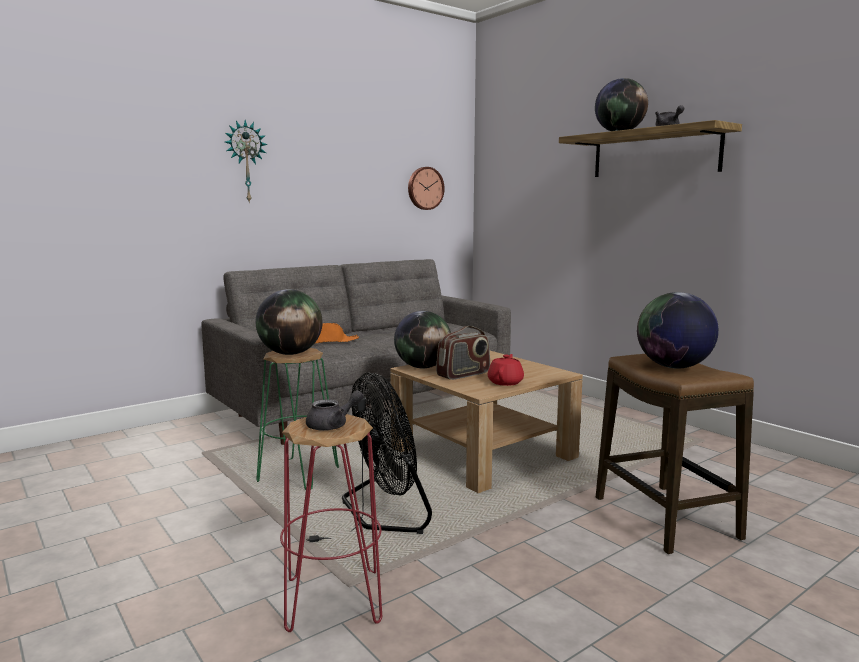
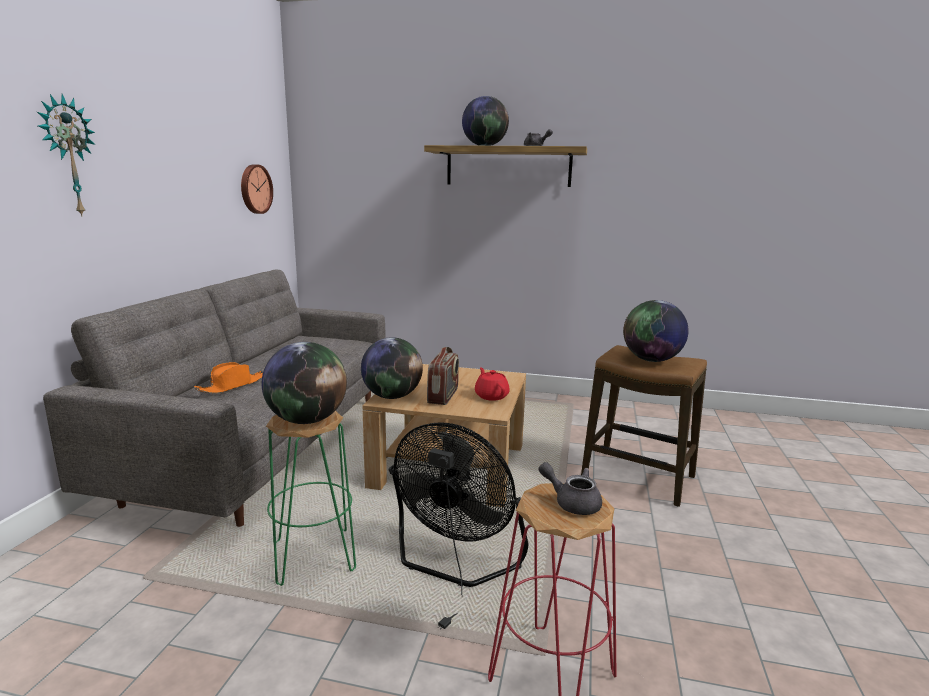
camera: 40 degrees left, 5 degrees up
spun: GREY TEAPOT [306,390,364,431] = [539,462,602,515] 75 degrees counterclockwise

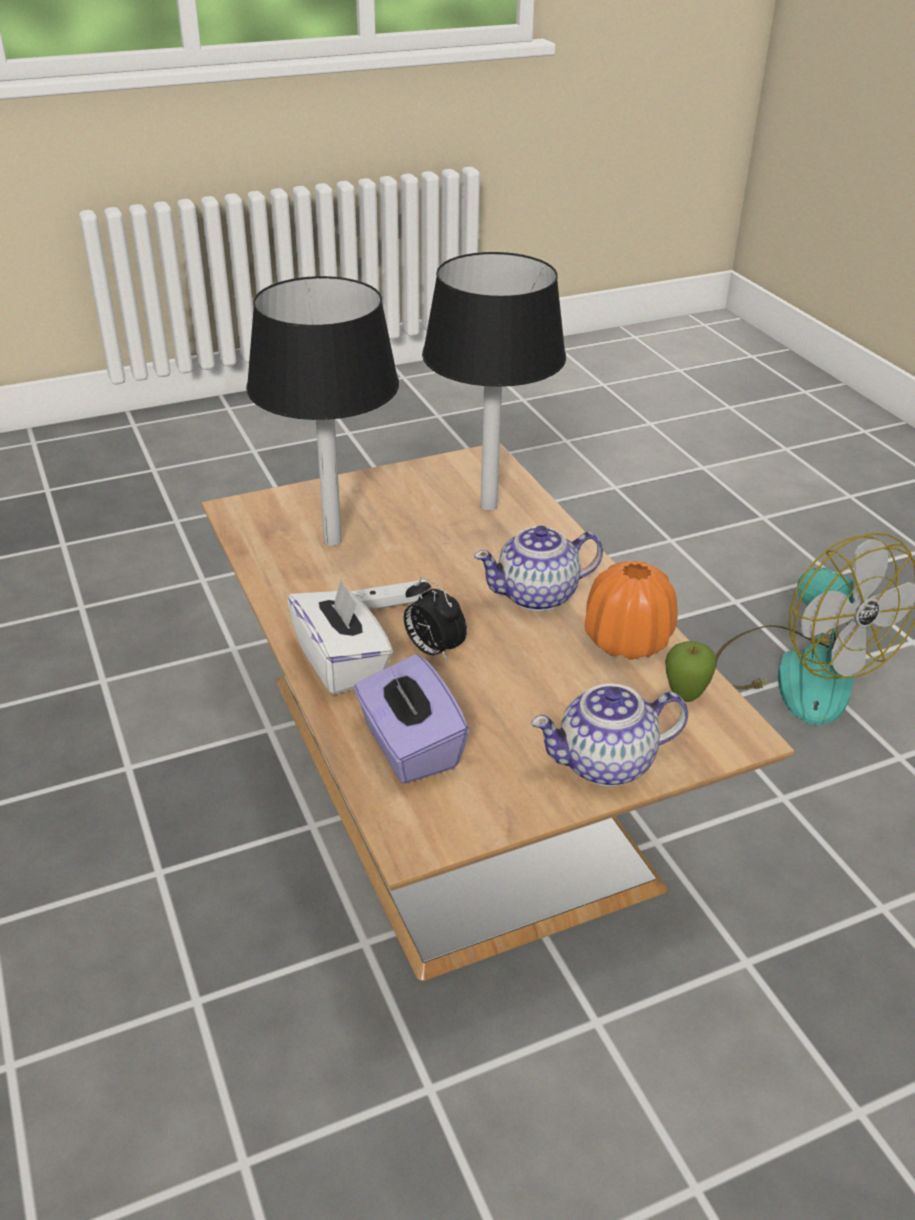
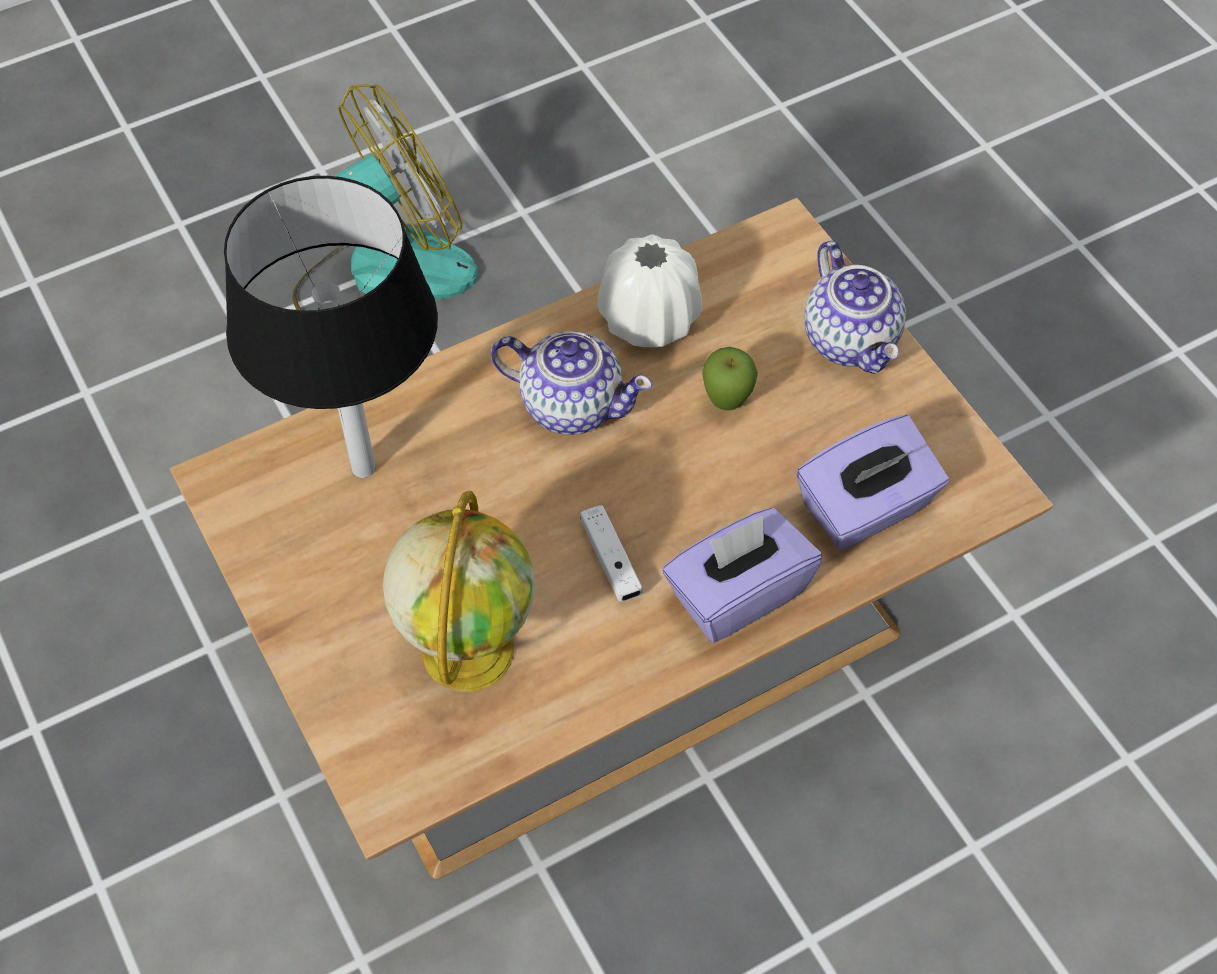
camera: 95 degrees left, 20 degrees up
missing: TABLE CLOCK [404,577,467,662]
relocated: APPLE FRUIT [665,641,717,702] to [702,347,758,411]
exchanged: BLACK-COLOURED TABLE LAMP [246,276,399,546] to GLOBE [383,491,535,692]
colour: ORANGE-COLOURED FLOWER VASE [585,561,678,660] to WHITE-COLOURED FLOWER VASE [598,234,702,347]; WHITE-COLOURED TISSUE HOLDER [287,578,393,695] to PURPLE-COLOURED TISSUE HOLDER [663,508,822,643]
spun: TEAPOT [474,526,603,611] = [491,331,652,435] 45 degrees counterclockwise

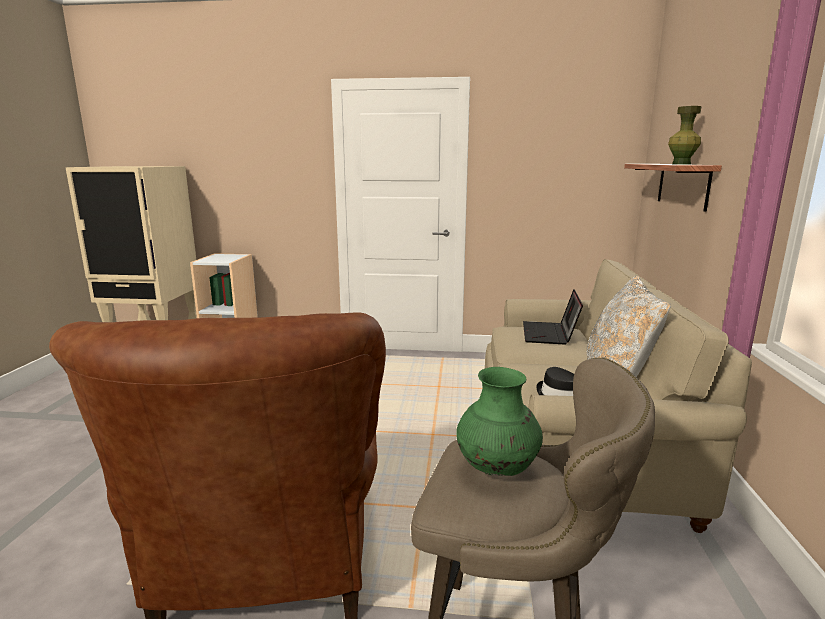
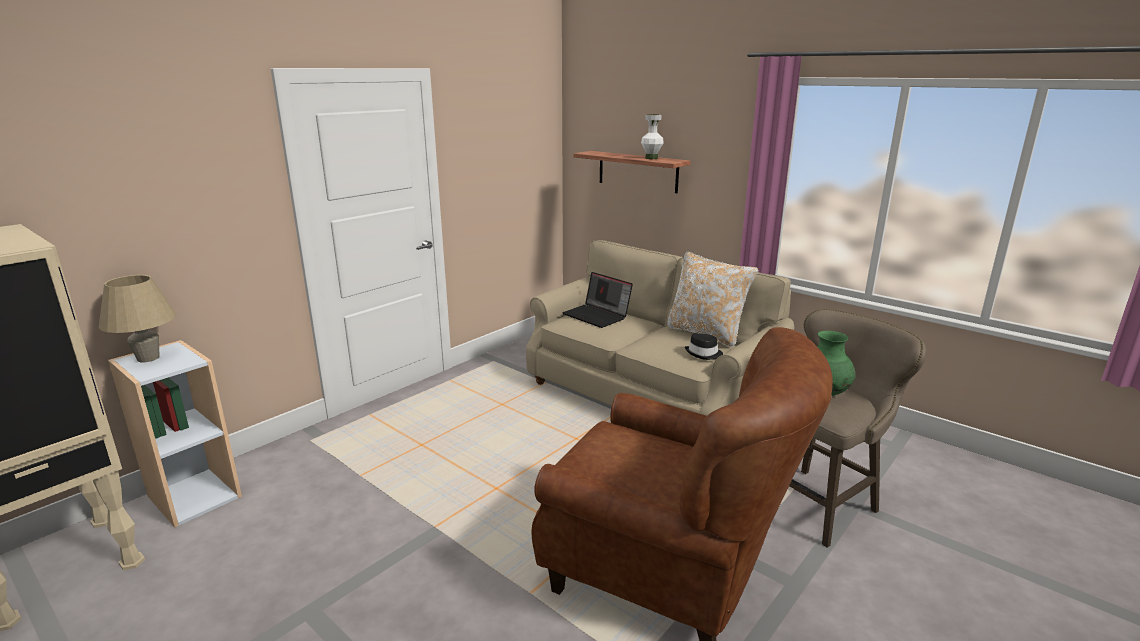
camera: 55 degrees left, 5 degrees up
appeared: SAND-COLOURED TABLE LAMP [99,275,176,362]
colour: GREENISH FLOWER VASE [668,106,701,164] to WHITE-COLOURED FLOWER VASE [641,114,664,159]

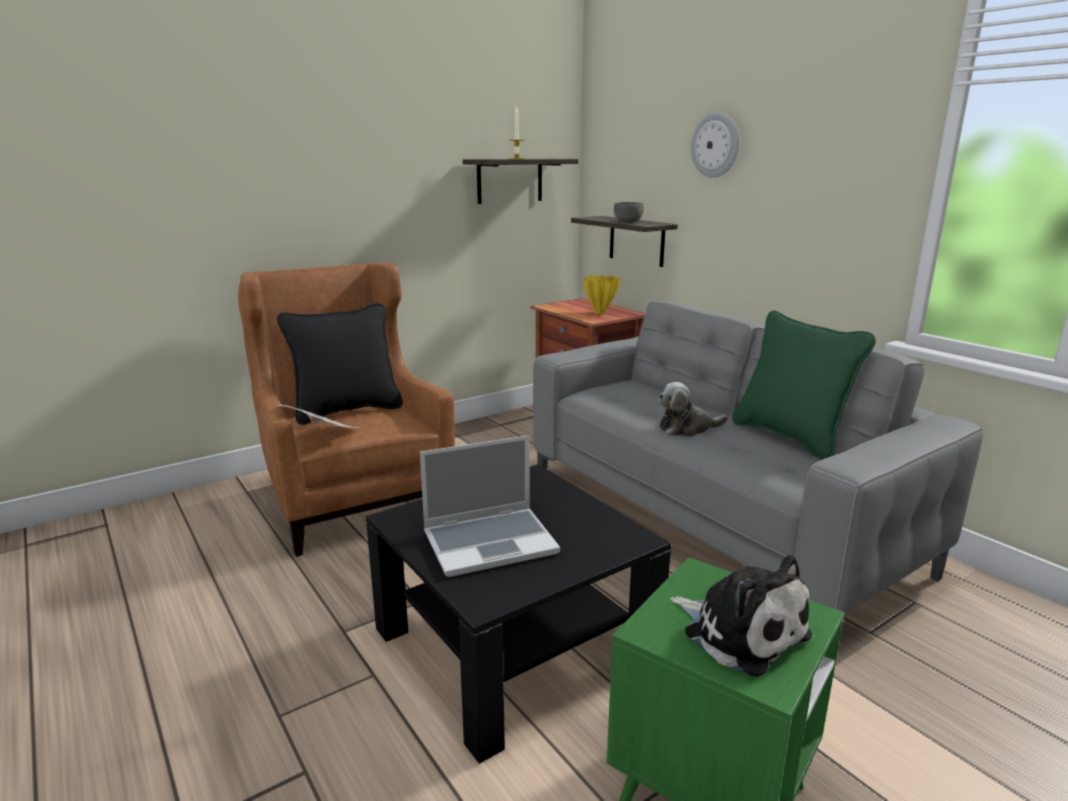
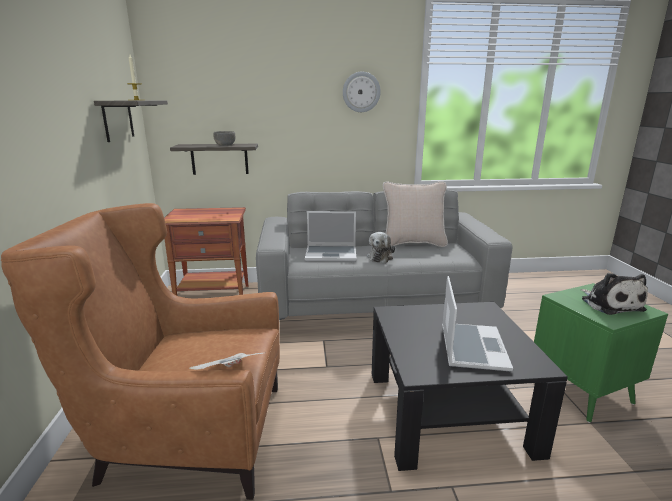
camera: 60 degrees left, 0 degrees up
missing: YELLOW FLOWER VASE [583,275,621,314]; BLACK-COLOURED PILLOW [277,303,403,425]
appeared: LAPTOP [305,211,357,261]
relocated: CLOCK ON THE WALL [691,113,739,178] to [343,72,381,112]
colour: GREENISH PILLOW [732,311,876,460] to SAND-COLOURED PILLOW [383,181,448,247]
spun: SOFT TOY [670,555,812,677] = [580,273,648,315] 90 degrees clockwise

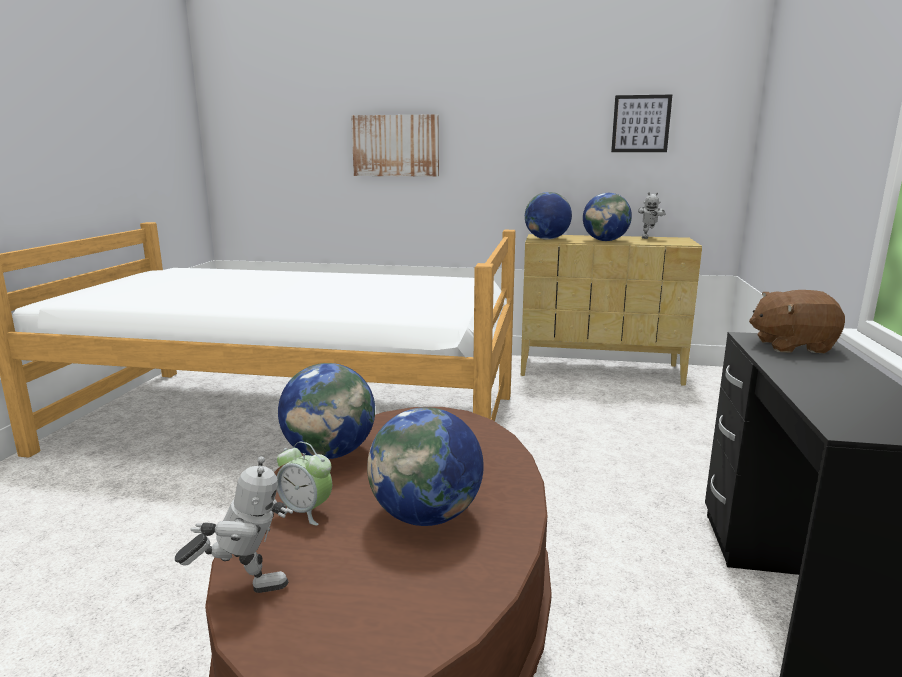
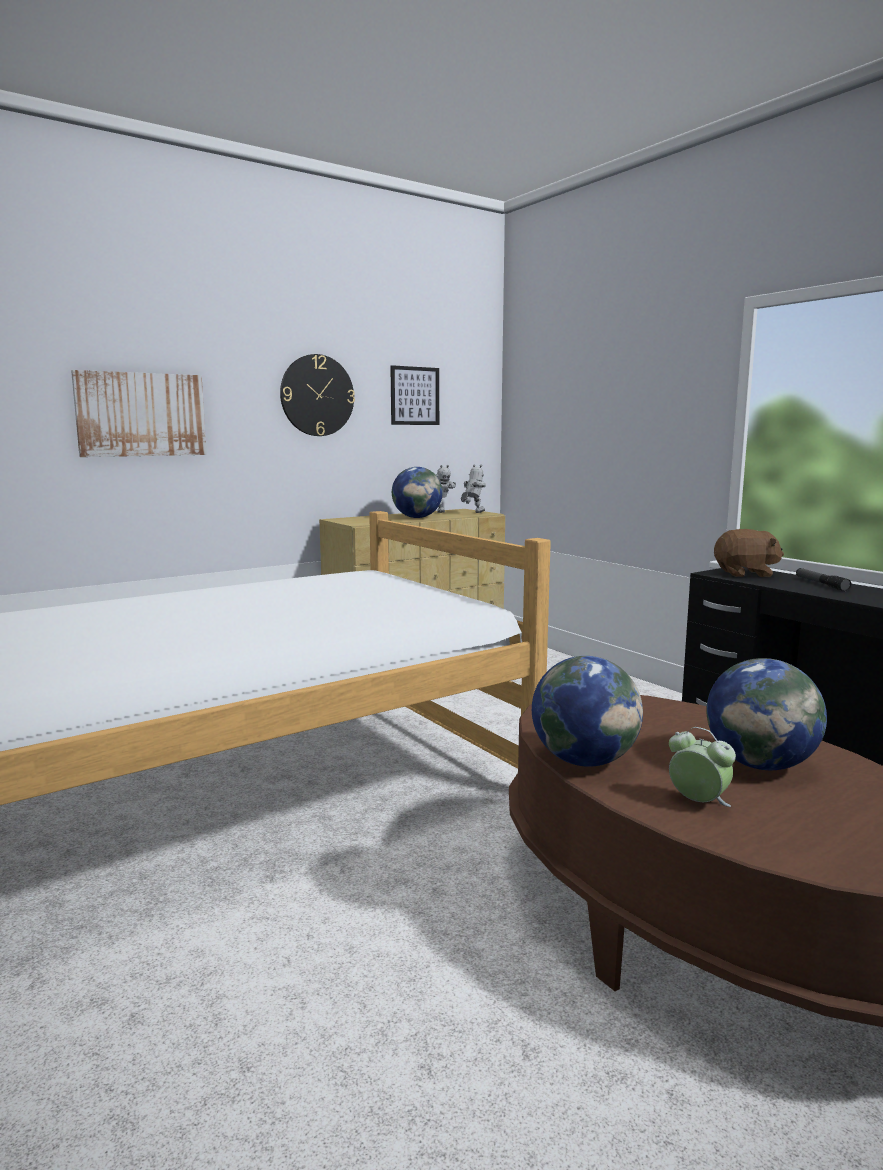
camera: 45 degrees left, 5 degrees down
missing: GLOBE [525,192,572,240]
appeared: CLOCK ON THE WALL [280,354,355,436]; HAND TORCH [796,568,851,591]
relocated: MODEL ROBOT [175,456,293,593] to [461,464,486,513]
spun: BROWN SOFT TOY [749,290,845,353] = [714,529,784,577] 135 degrees counterclockwise; TABLE CLOCK [277,442,332,526] = [669,727,736,807] 120 degrees counterclockwise

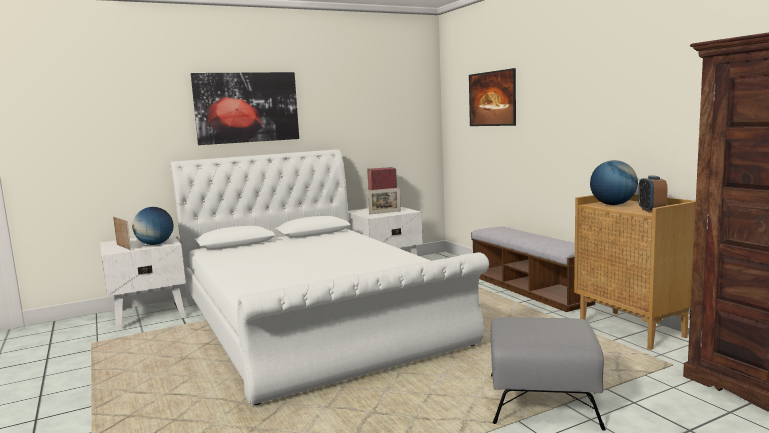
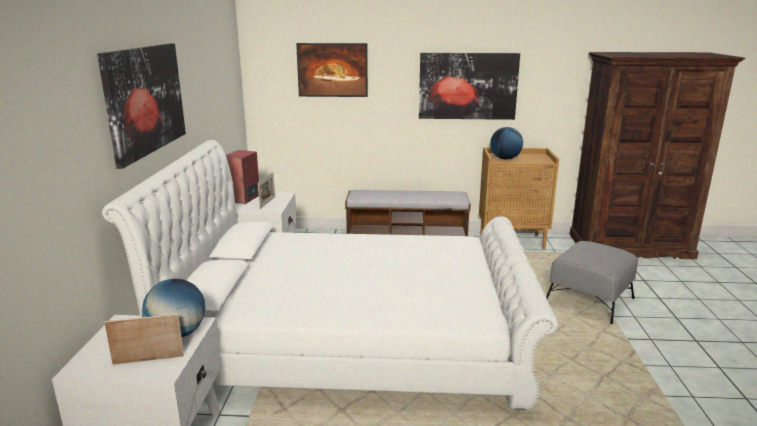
camera: 60 degrees left, 10 degrees up
missing: TABLE CLOCK [638,175,667,213]
appeared: PICTURE [419,53,520,120]

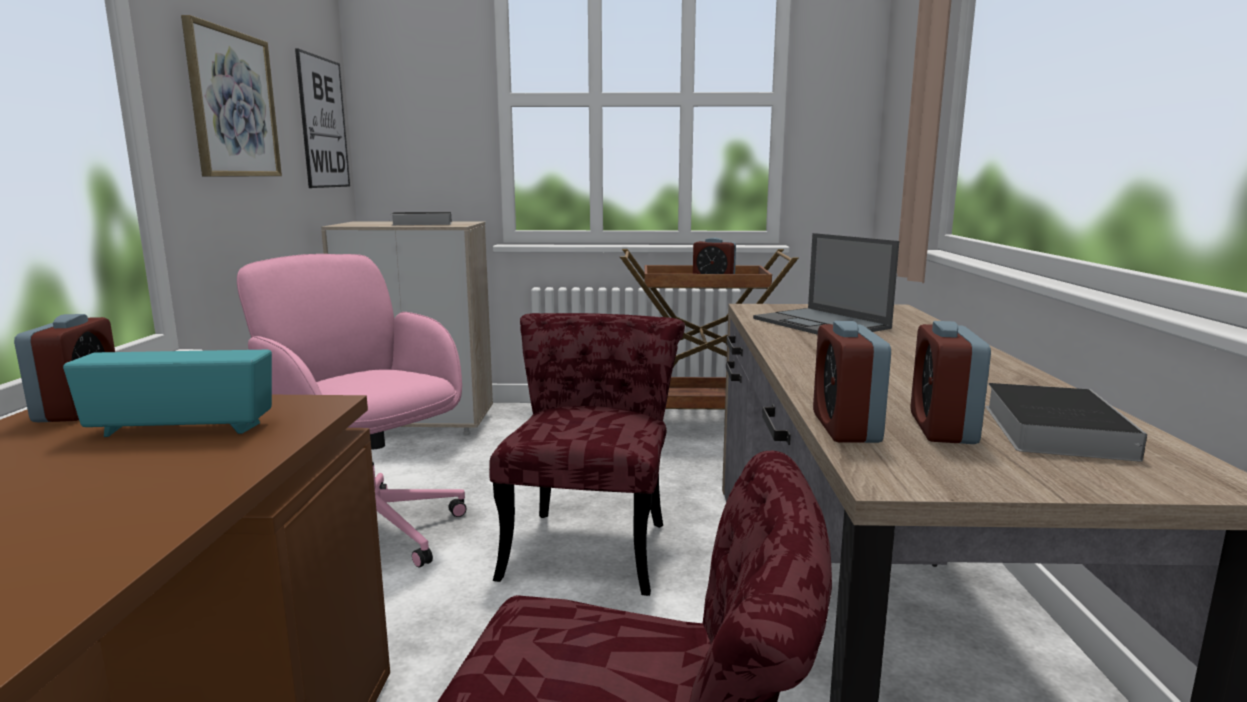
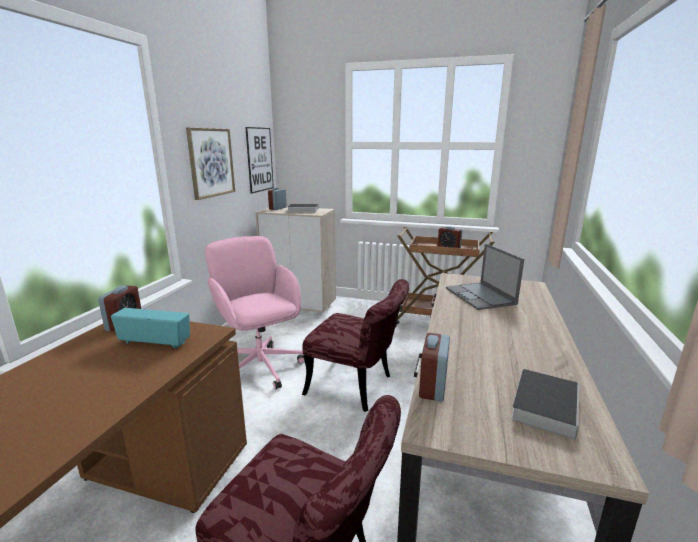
camera: 15 degrees right, 5 degrees up
relocated: TABLE CLOCK [910,321,991,444] to [268,187,287,210]
spun: REDDISH UPRIGHT CHAIR [489,313,685,596] = [302,279,409,412] 90 degrees clockwise

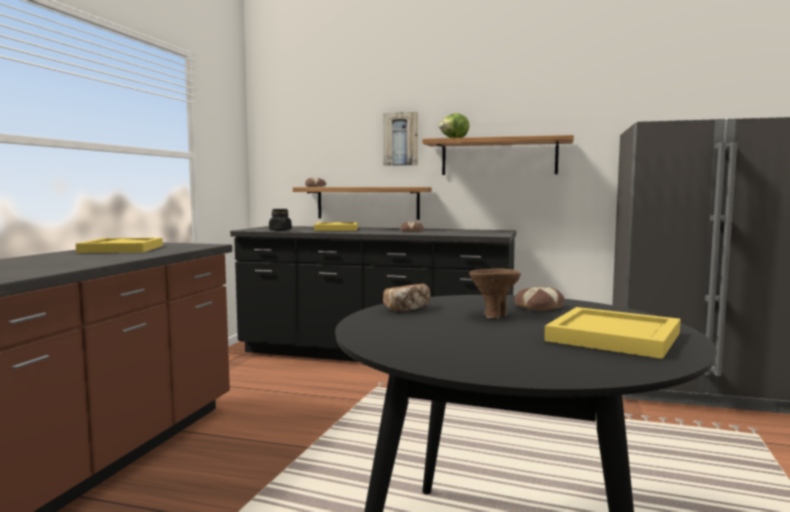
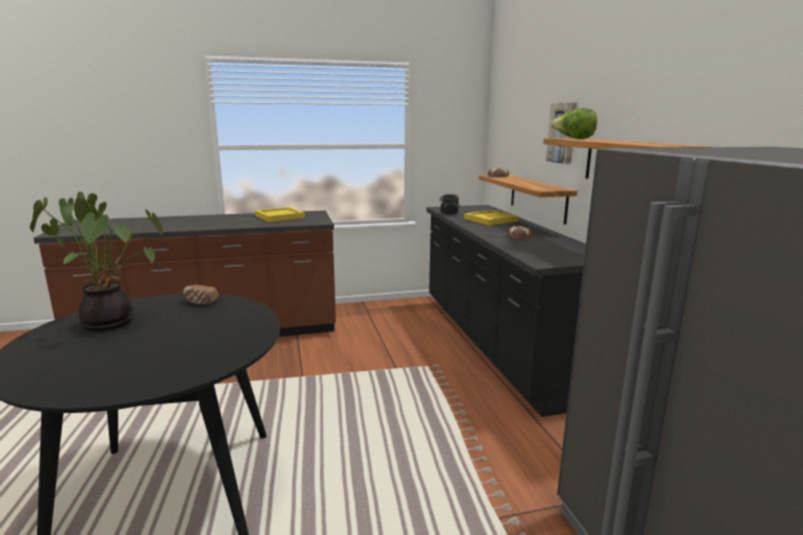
camera: 60 degrees right, 10 degrees up
missing: BROWN DEEP DISH [469,269,521,319]; BAKERY BREAD [515,286,565,311]; YELLOW CARRYING TRAY [544,307,681,359]
appeared: HOUSEPLANT [30,192,163,331]

